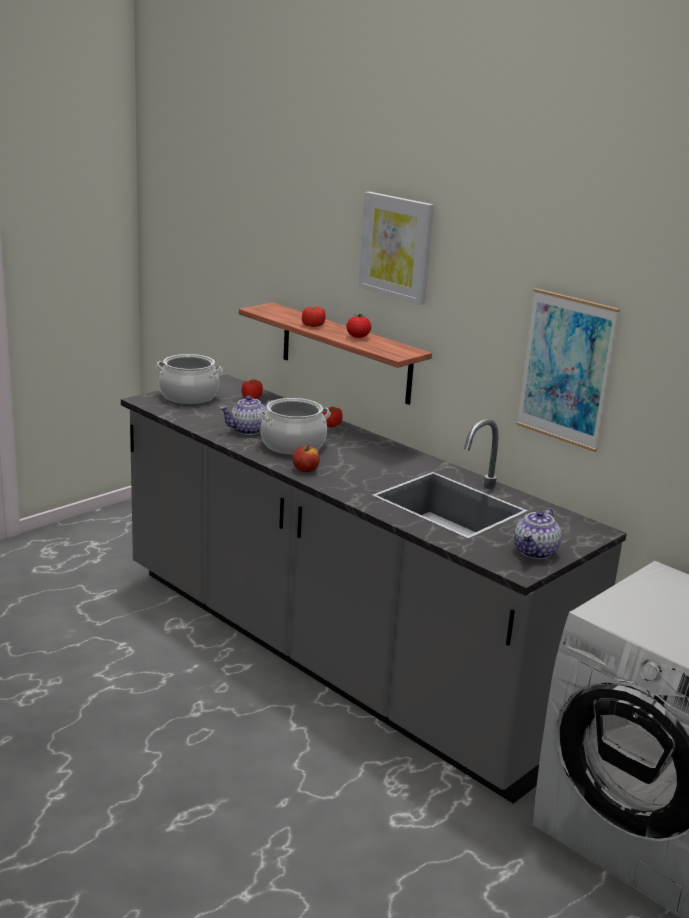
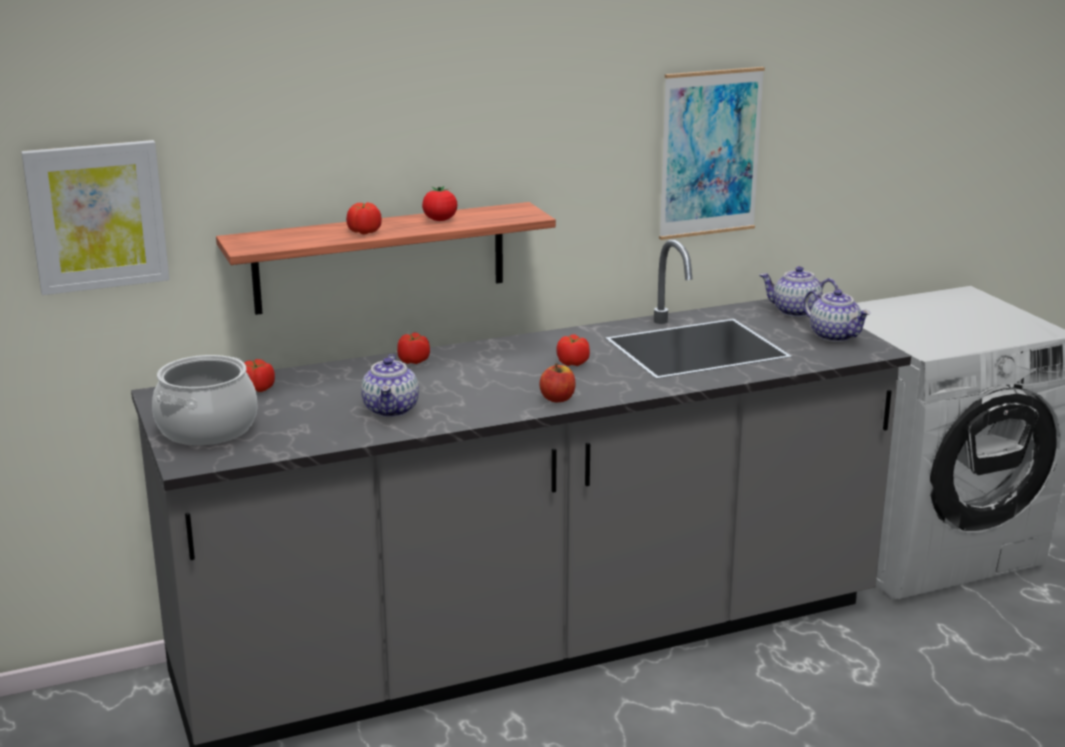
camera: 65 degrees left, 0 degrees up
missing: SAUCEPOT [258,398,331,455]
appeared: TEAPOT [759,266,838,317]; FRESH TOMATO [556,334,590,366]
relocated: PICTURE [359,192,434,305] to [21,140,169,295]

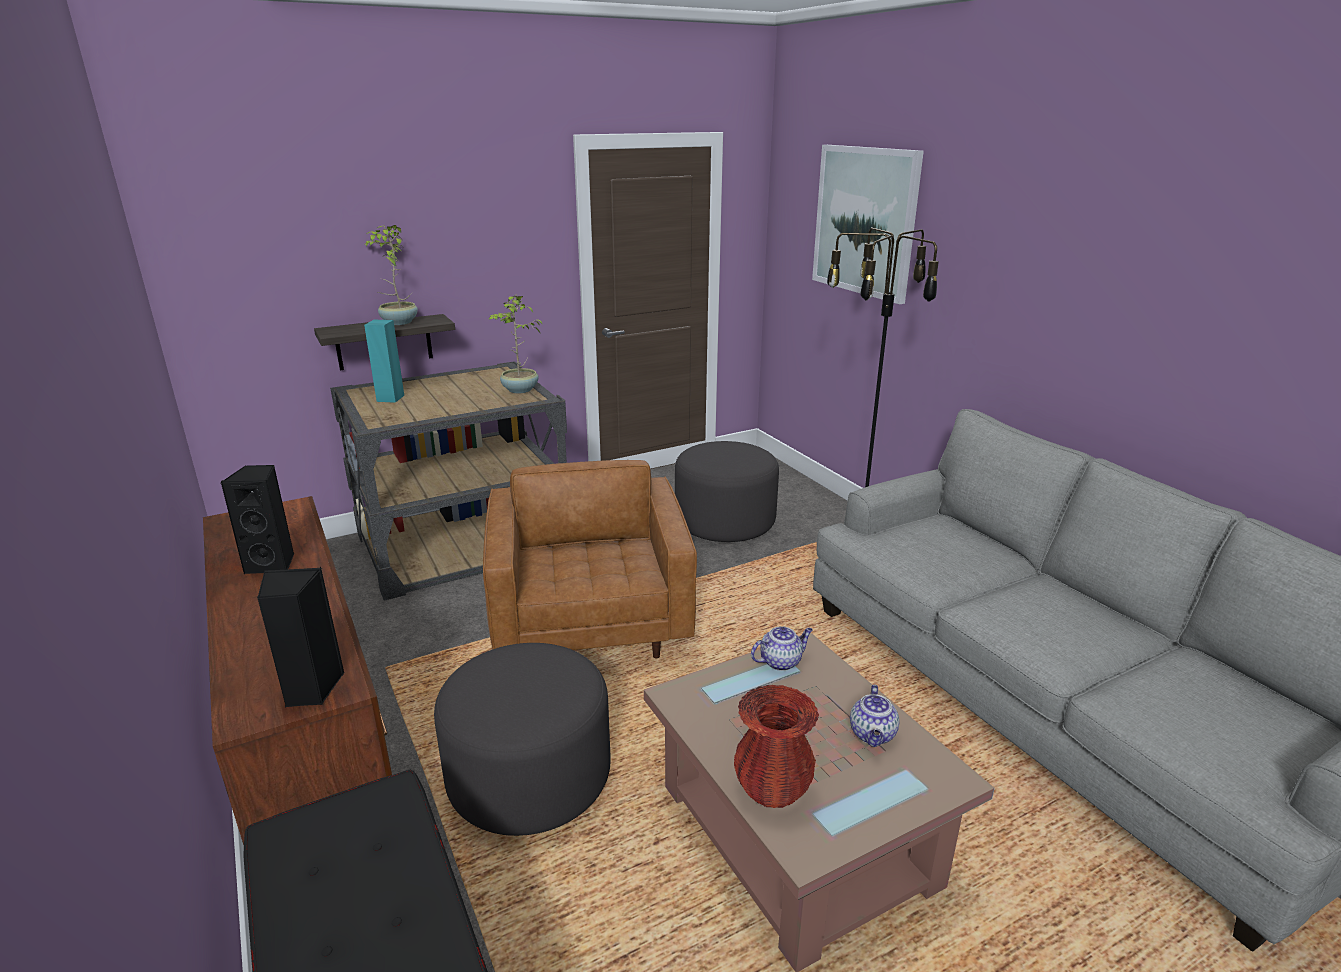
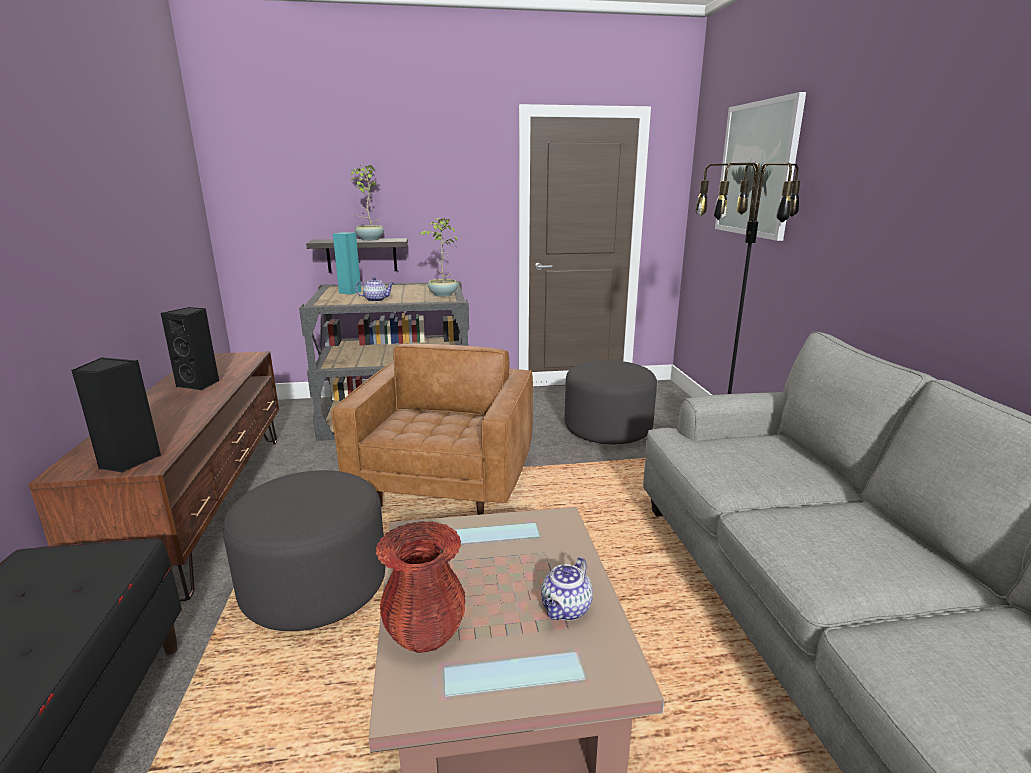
camera: 20 degrees right, 5 degrees down
relocated: TEAPOT [751,626,813,671] to [355,277,394,302]

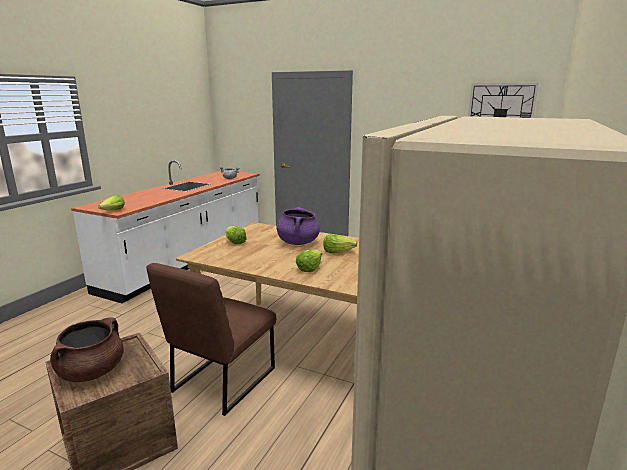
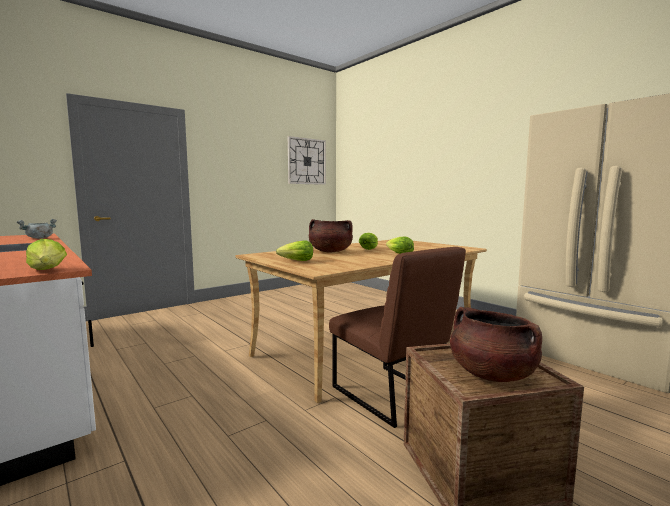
camera: 65 degrees left, 10 degrees down
colour: PURPLE-COLOURED SAUCEPOT [276,207,320,245] to BROWN SAUCEPOT [309,219,353,253]

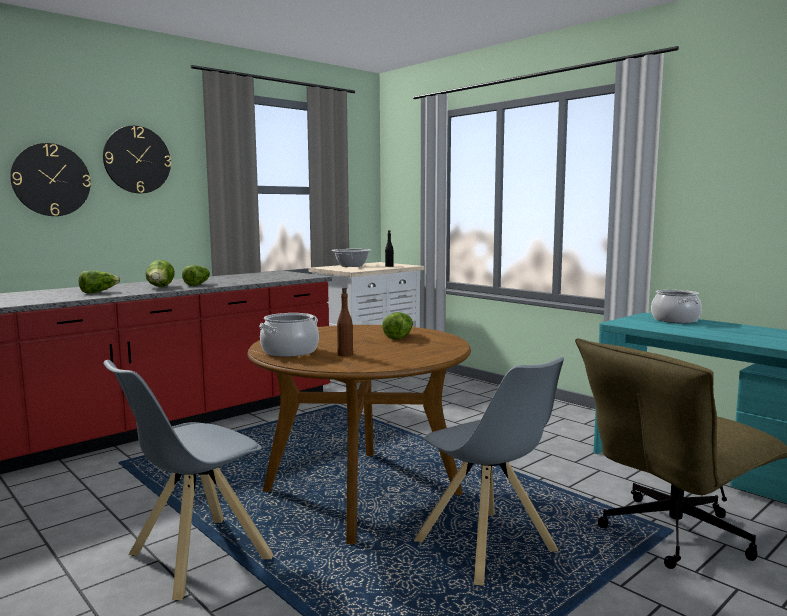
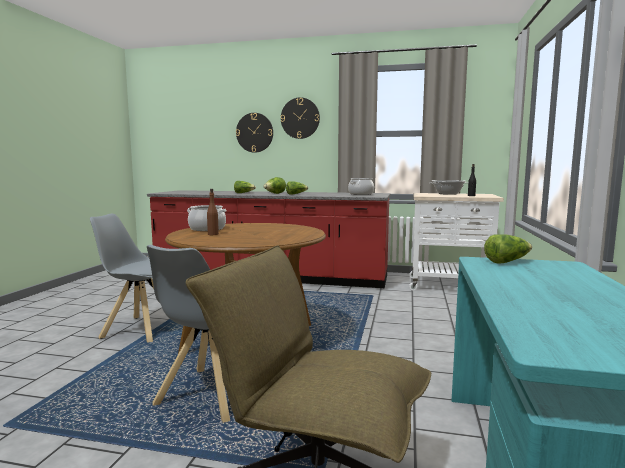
camera: 55 degrees right, 0 degrees up
relocated: SAUCEPOT [651,290,702,323] to [348,178,374,195]; HEAD OF LETTUCE [382,312,413,340] to [484,234,532,263]

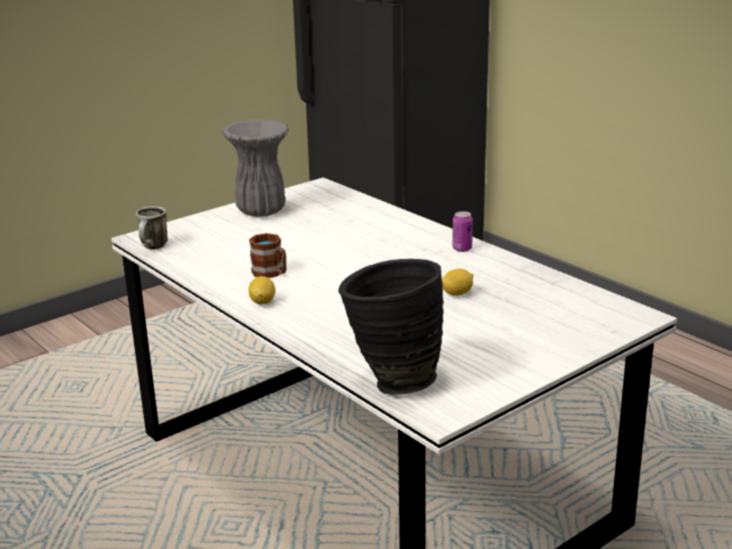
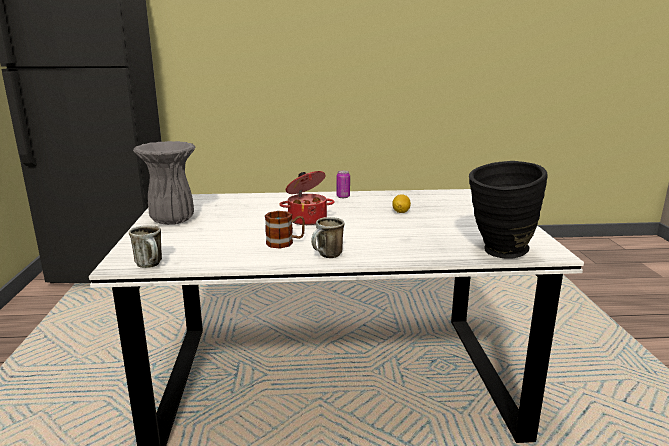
camera: 55 degrees left, 5 degrees down
appeared: SAUCEPOT [279,171,335,225]
exchanged: LEMON [248,276,275,305] to MUG [311,217,344,258]

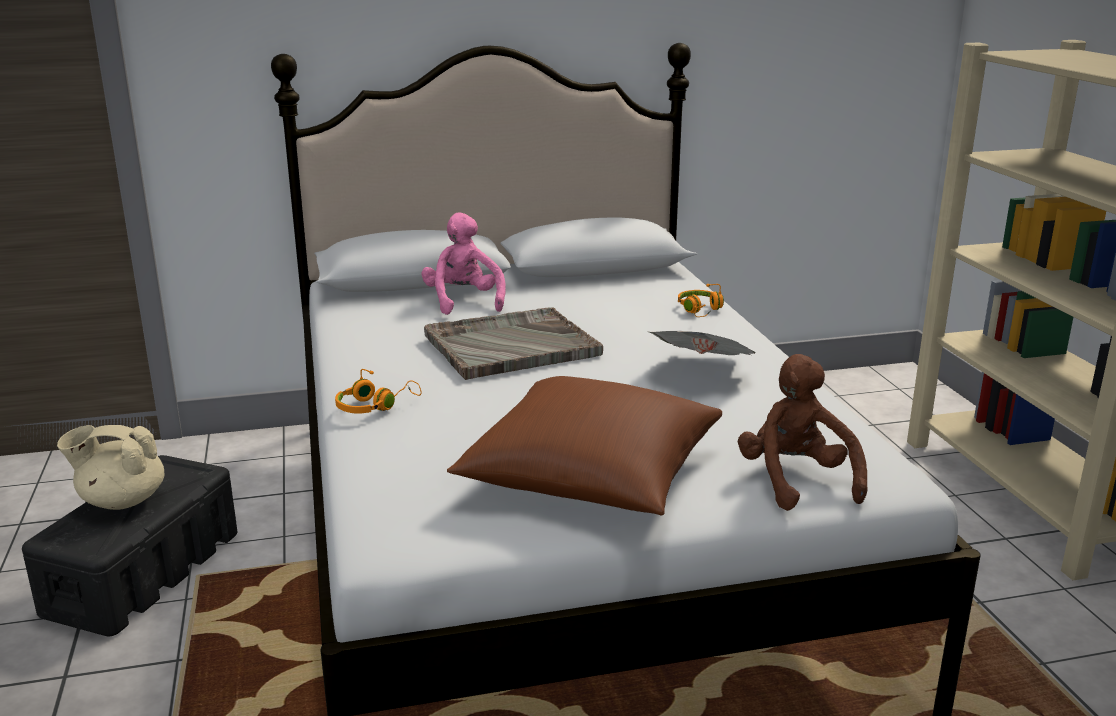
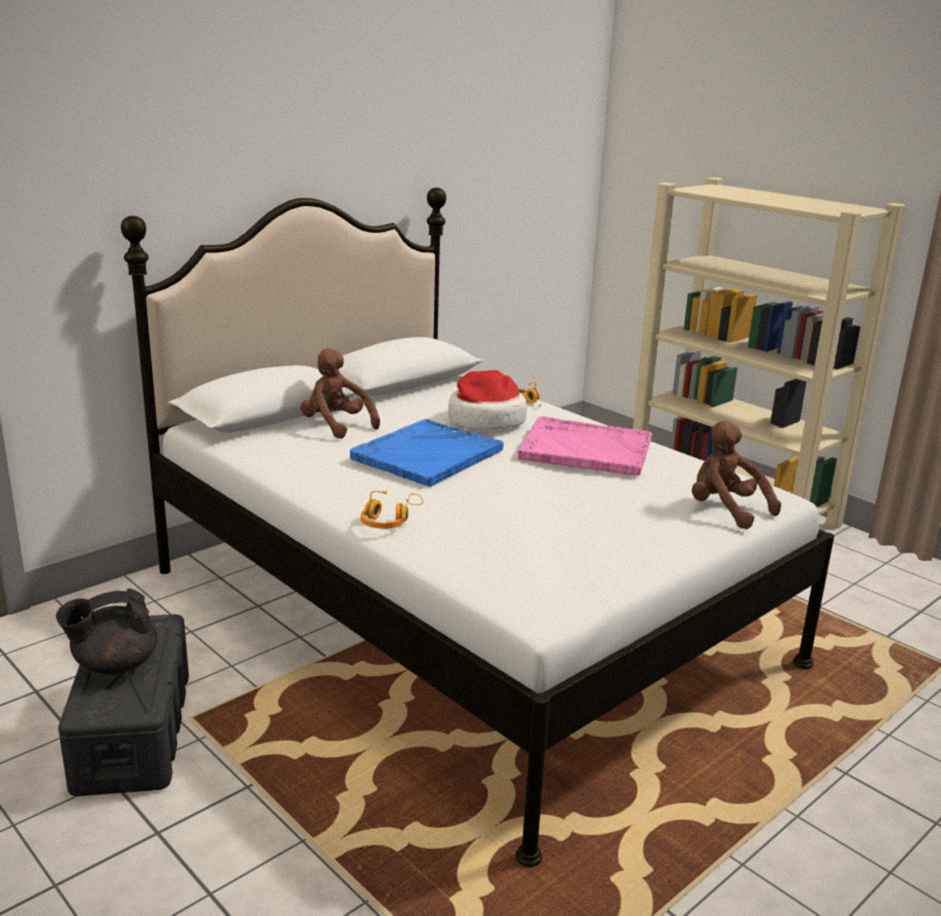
camera: 30 degrees left, 0 degrees up
missing: BROWN PILLOW [447,376,722,515]
appeared: CLOTHING HAT [448,370,527,430]
exchanged: PRINTED PAPER [649,331,756,355] to PINKISH CARRYING TRAY [518,416,652,476]
colour: PINKISH SOFT TOY [422,212,506,315] to BROWN SOFT TOY [300,348,380,439]; GREY CARRYING TRAY [424,307,603,380] to BLUE CARRYING TRAY [350,419,504,487]; SAND-COLOURED TEAPOT [57,425,164,510] to BLACK-COLOURED TEAPOT [56,588,157,674]

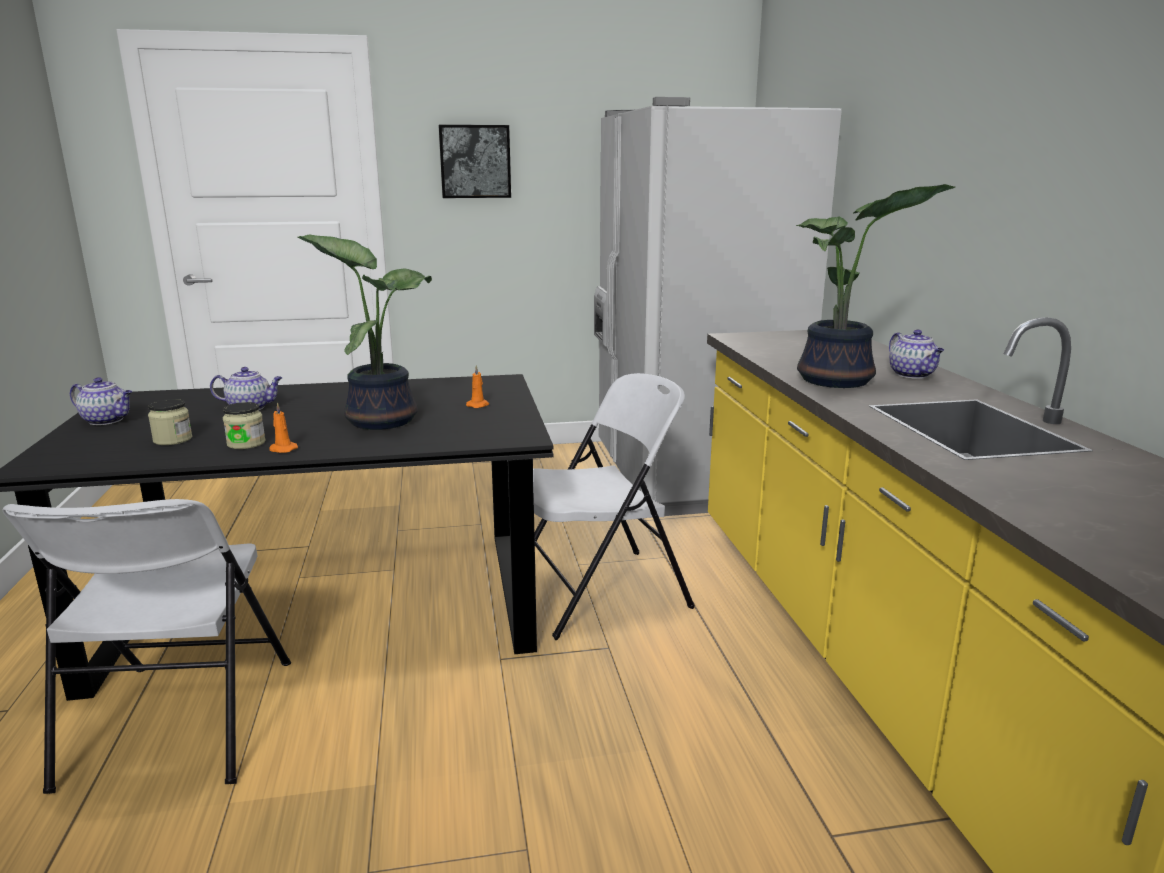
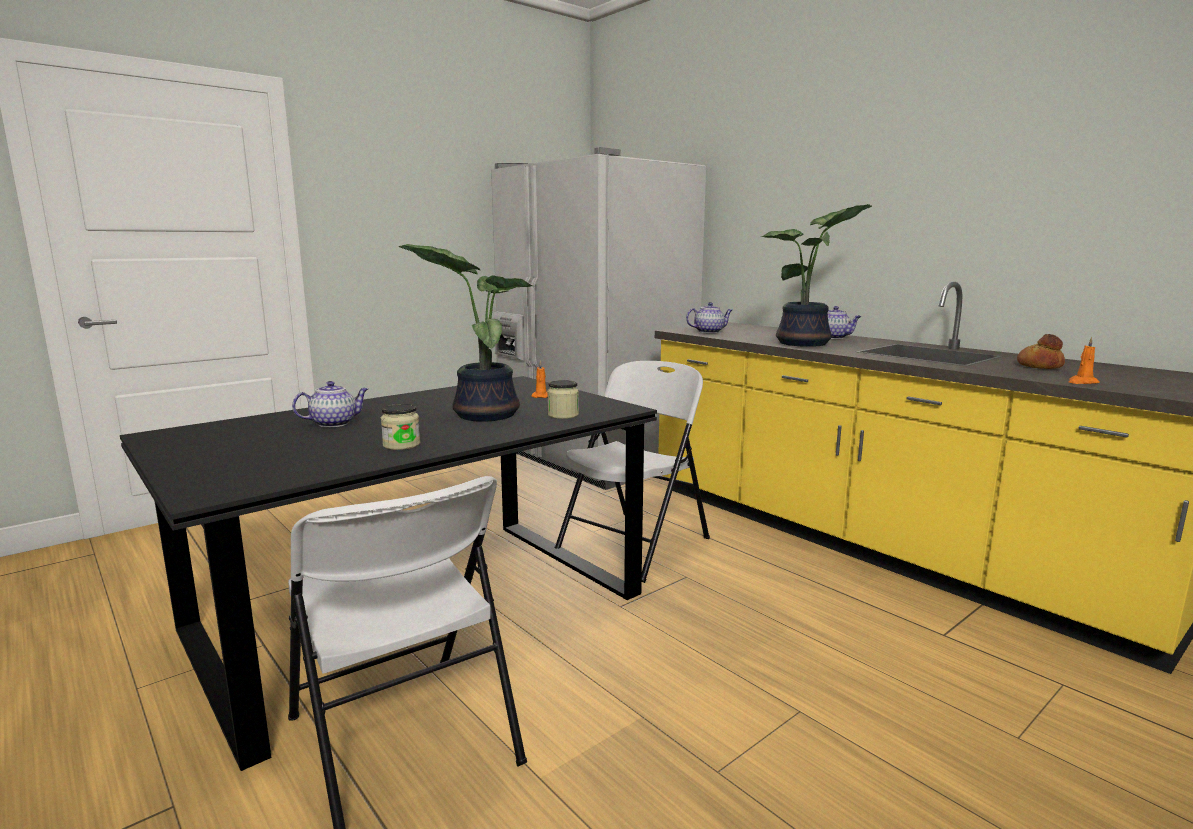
camera: 30 degrees left, 5 degrees down
missing: PICTURE [439,125,511,198]
appeared: BAKERY BREAD [1017,334,1065,369]
relocated: TEAPOT [70,377,132,425] to [686,302,732,333]; STORAGE JAR [148,399,192,445] to [547,380,579,419]; ORANGE-COLOURED CANDLE [269,402,298,453] to [1069,336,1100,384]

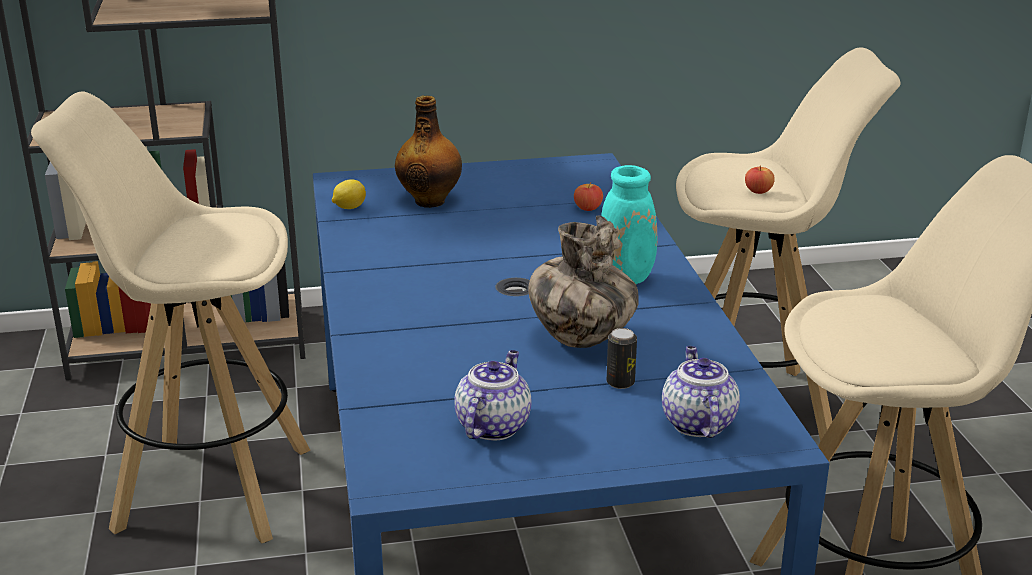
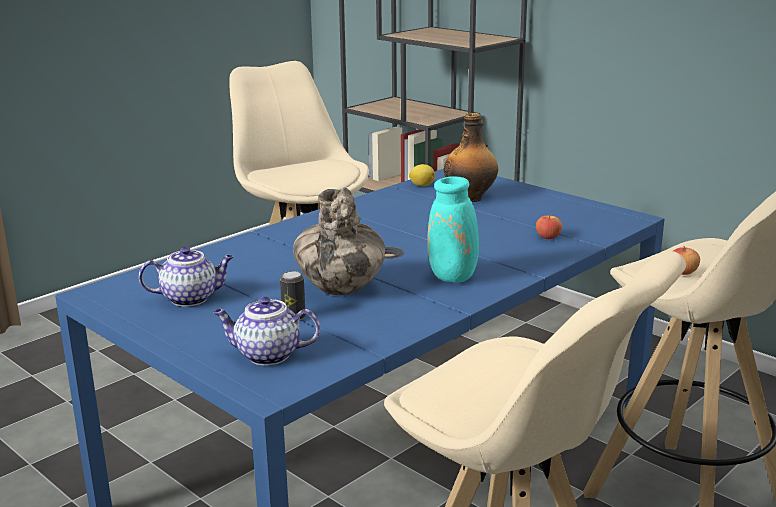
camera: 55 degrees right, 5 degrees down
spun: TEAPOT [662,346,740,438] = [213,297,320,365] 135 degrees counterclockwise

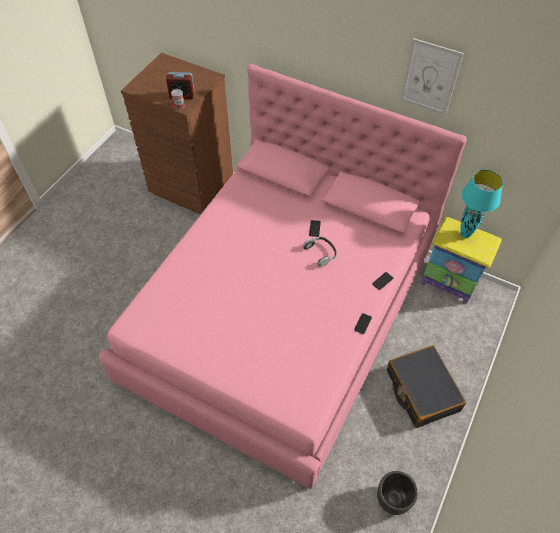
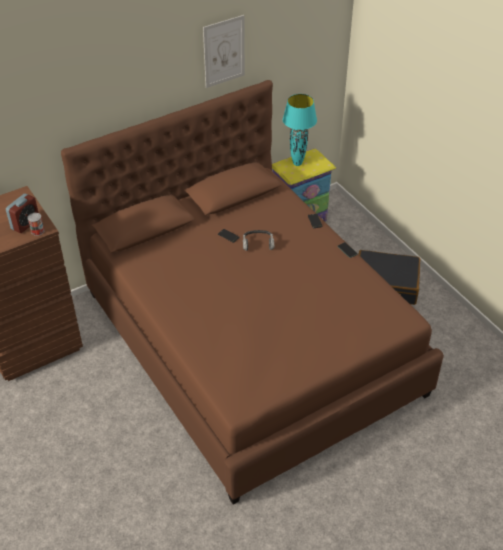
camera: 60 degrees left, 10 degrees down
missing: BLACK-COLOURED PLANTER [377,471,418,515]
colour: PINKISH BEDROOM BED [99,64,467,489] to BROWN BEDROOM BED [61,80,444,505]

